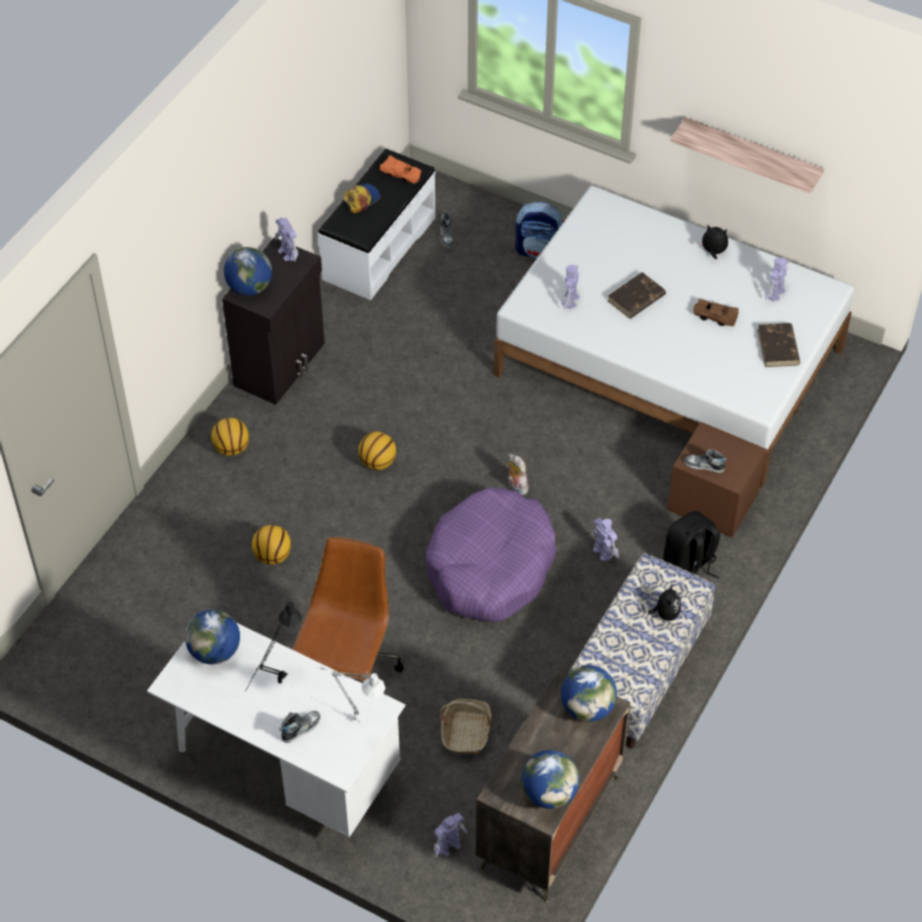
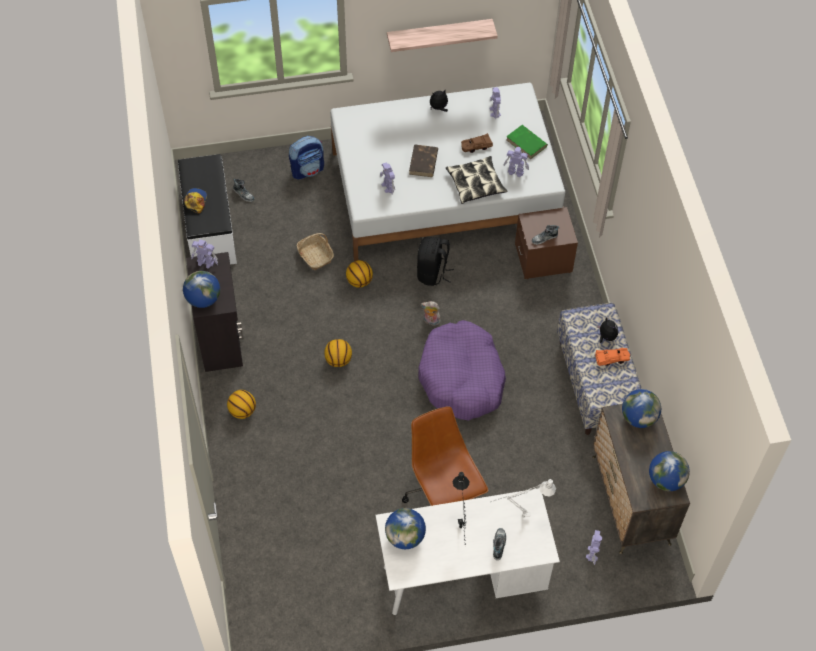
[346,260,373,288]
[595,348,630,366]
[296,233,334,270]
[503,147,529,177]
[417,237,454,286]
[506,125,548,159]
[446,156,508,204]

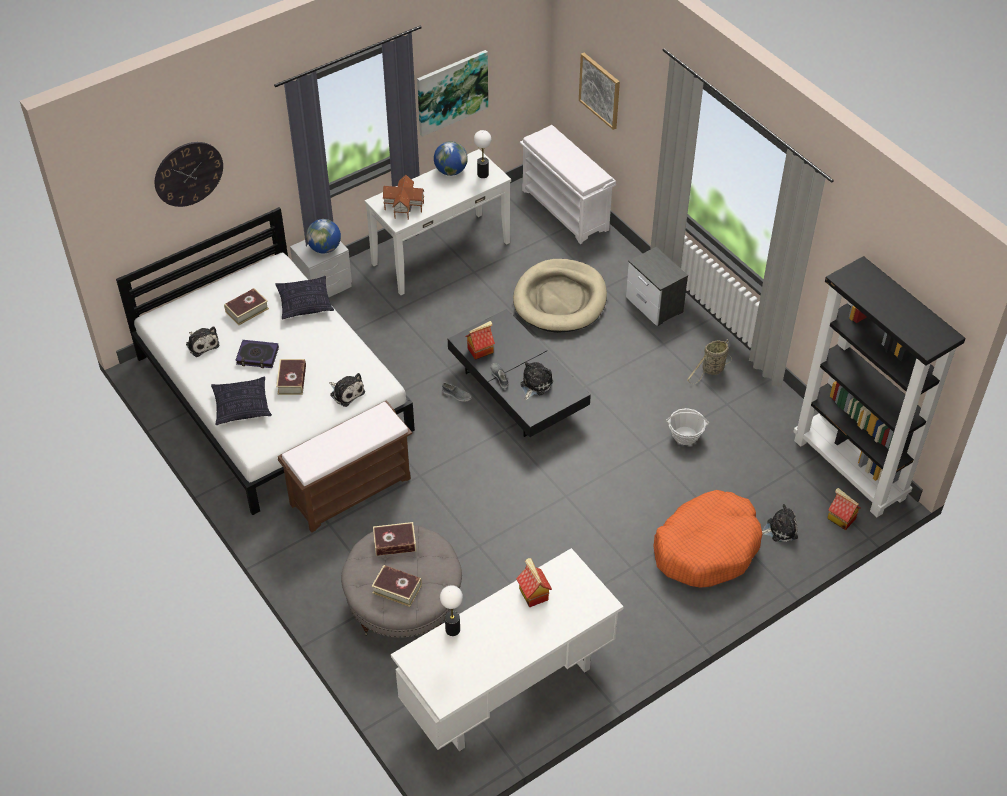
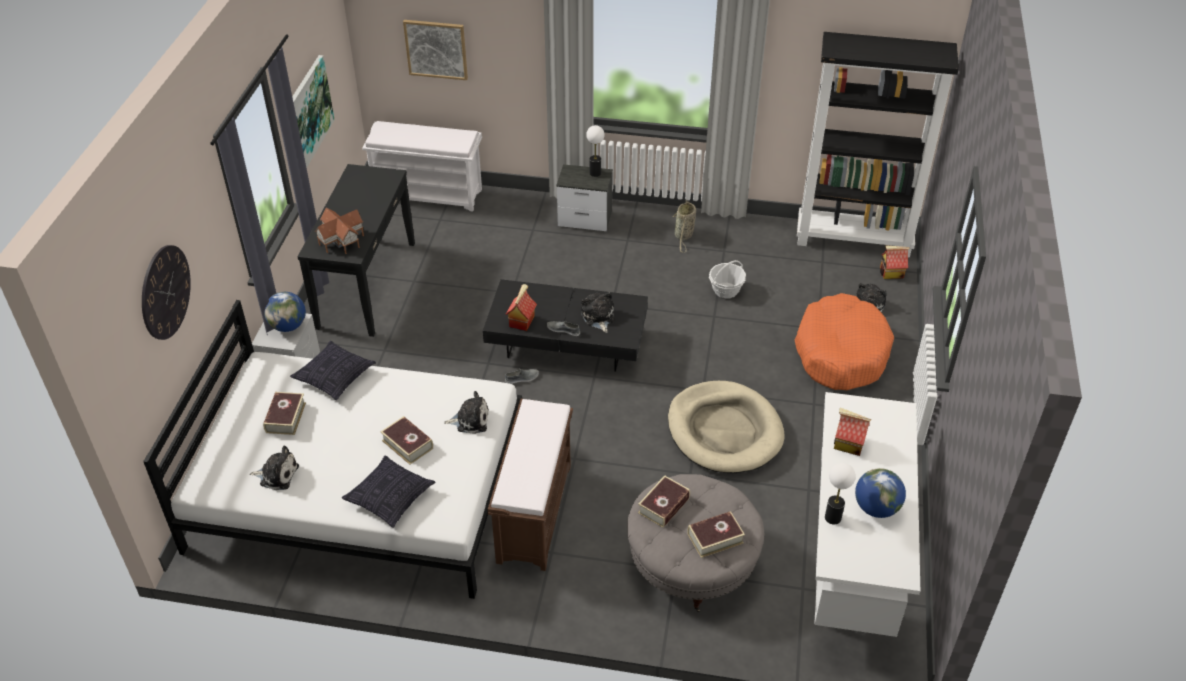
[235,340,279,368] (first image)
[298,164,415,337]
[855,468,906,518]
[586,125,605,177]
[668,381,785,473]

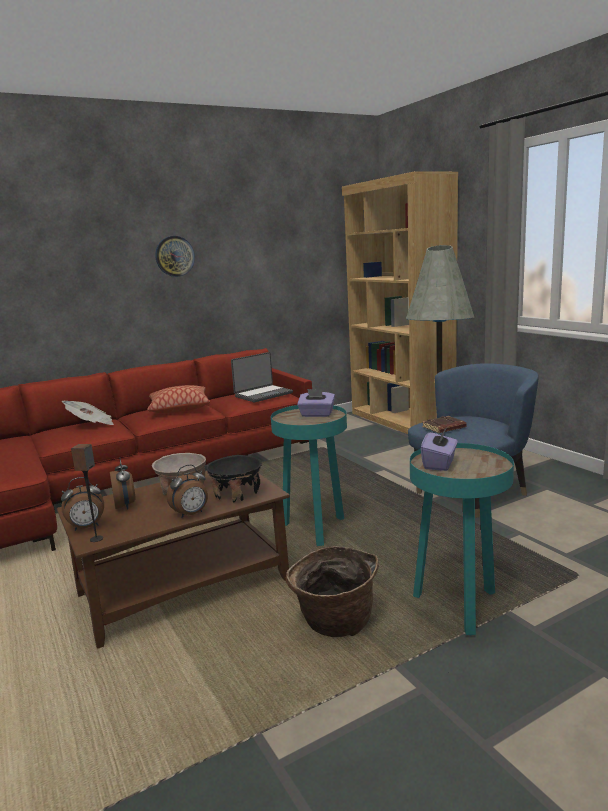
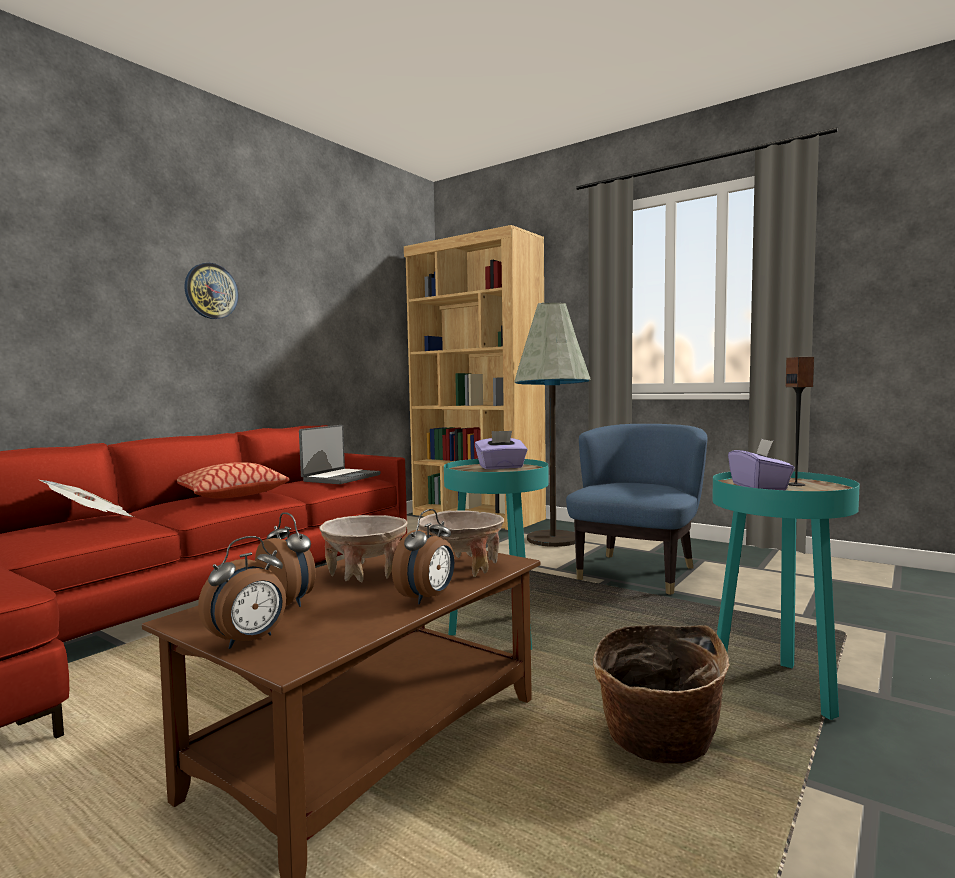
[786,357,815,486]
[417,510,504,577]
[422,416,467,433] (first image)

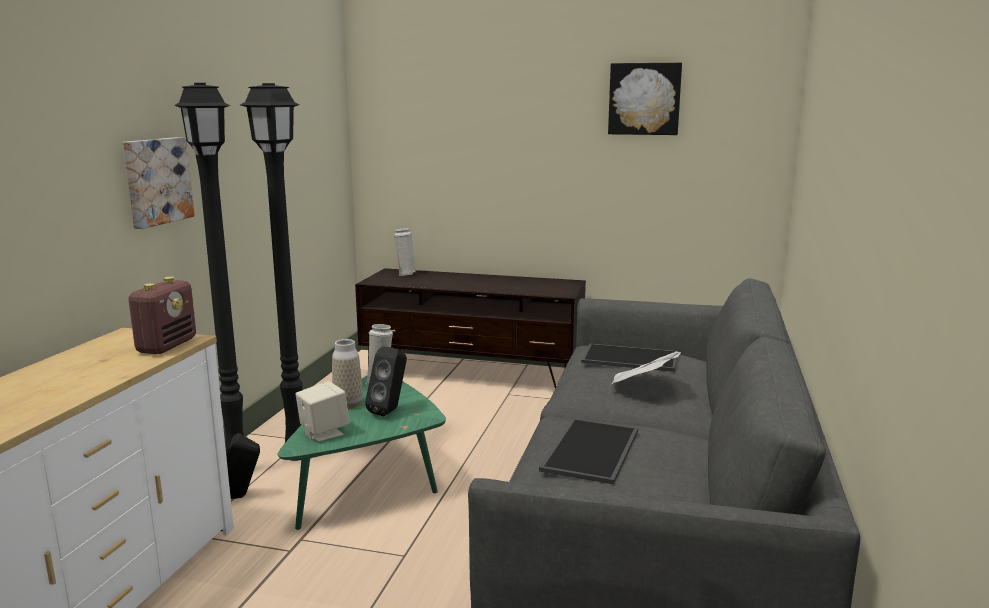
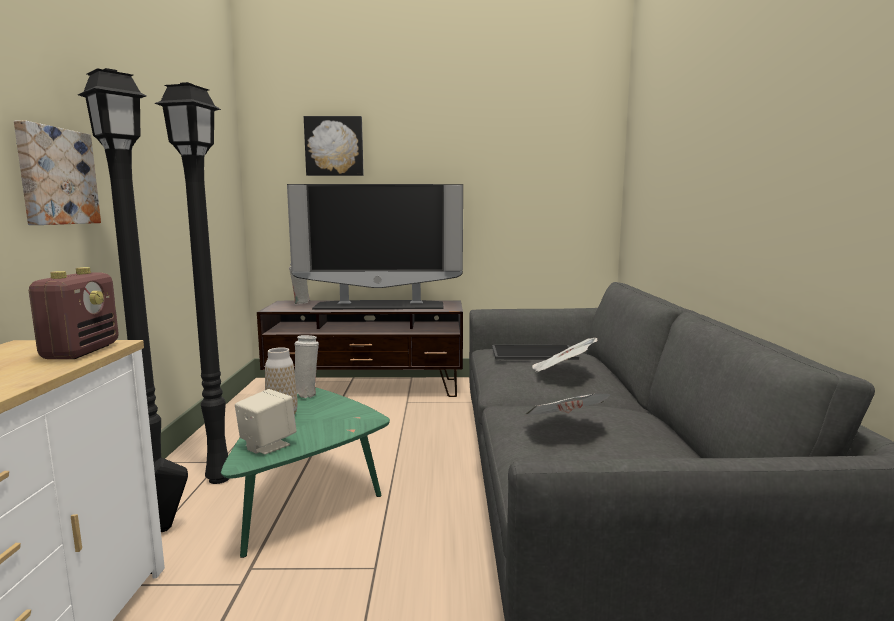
[365,347,407,417] (first image)
[525,393,610,415]
[304,116,364,176]
[287,184,463,310]

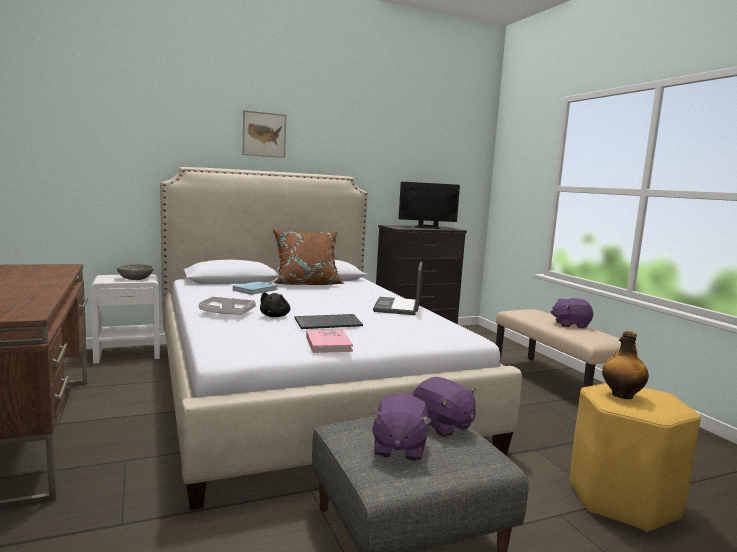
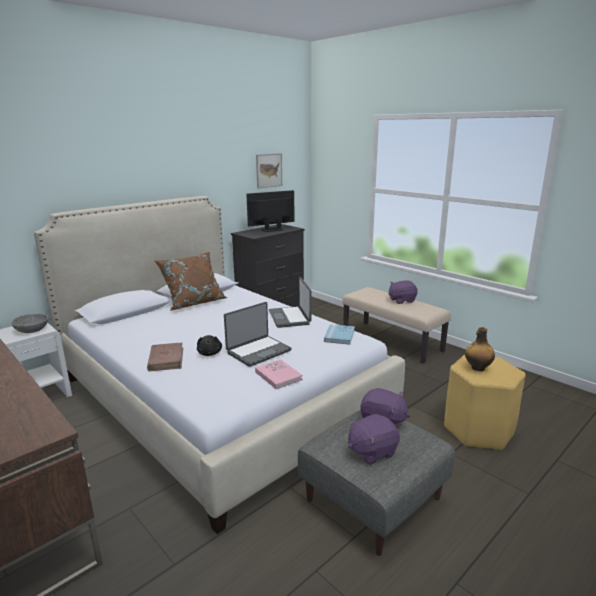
[147,343,183,371]
[324,324,355,345]
[256,153,282,189]
[224,302,292,367]
[348,414,400,465]

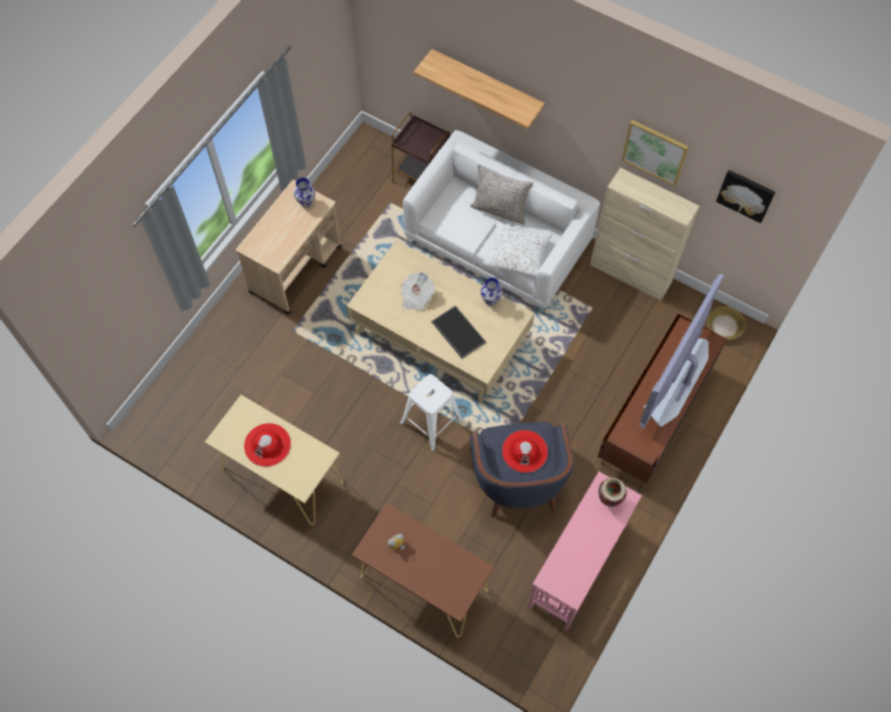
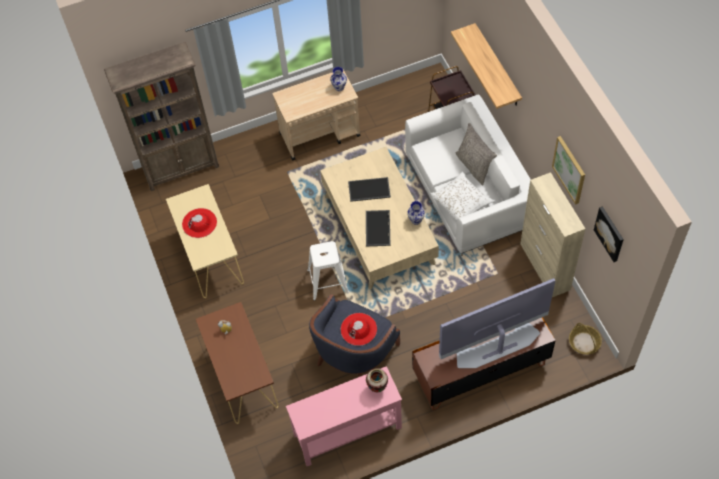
[348,177,391,202]
[104,42,219,191]

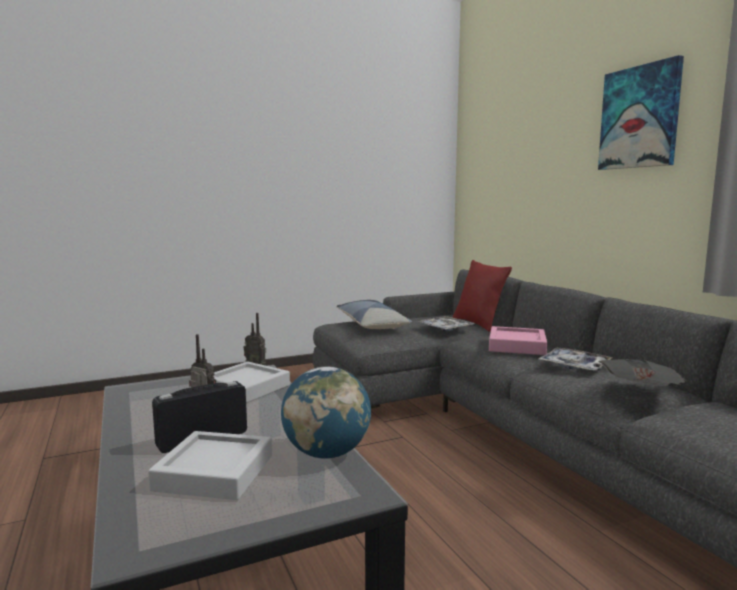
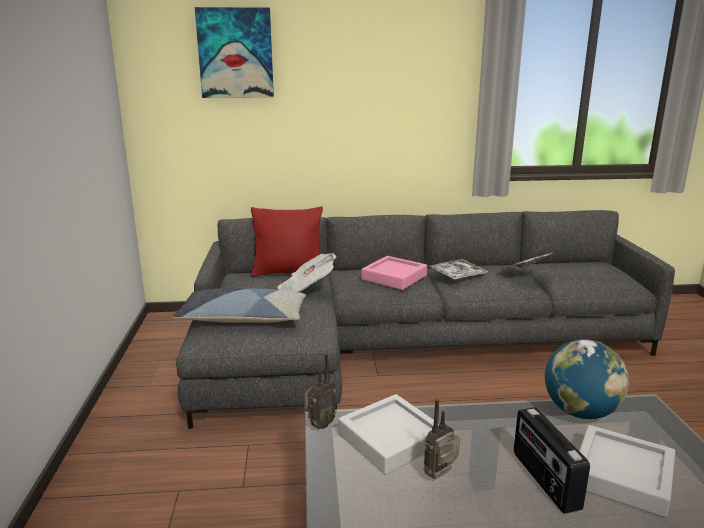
[277,253,337,292]
[195,7,274,98]

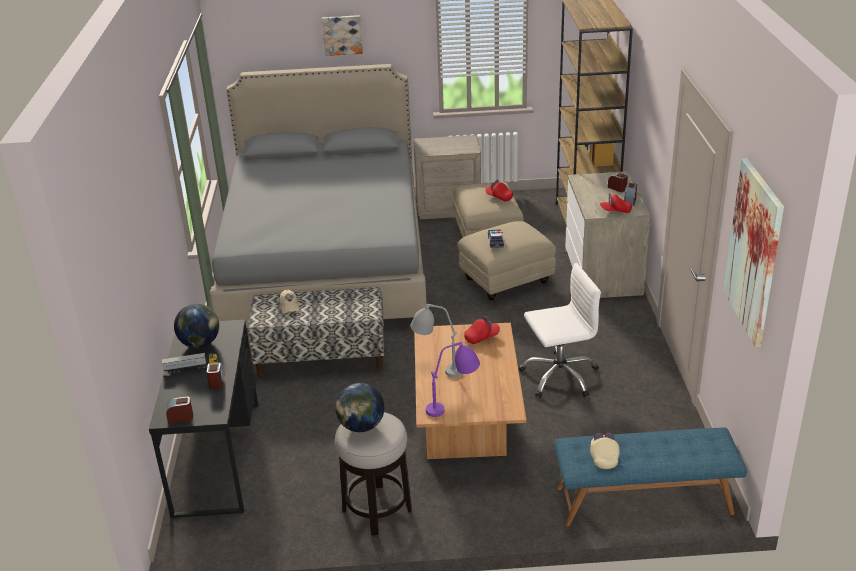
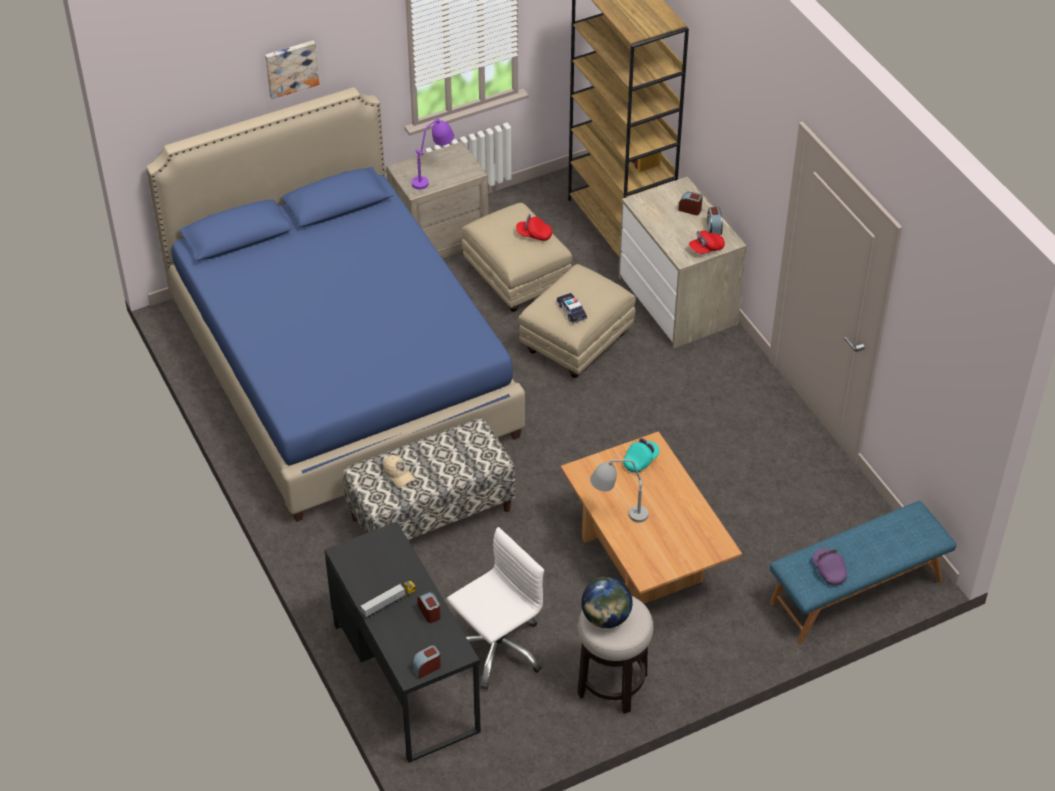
[174,304,219,348] (first image)
[146,87,525,522]
[412,118,454,190]
[623,438,659,473]
[447,527,544,690]
[813,548,847,586]
[723,158,784,347] (first image)

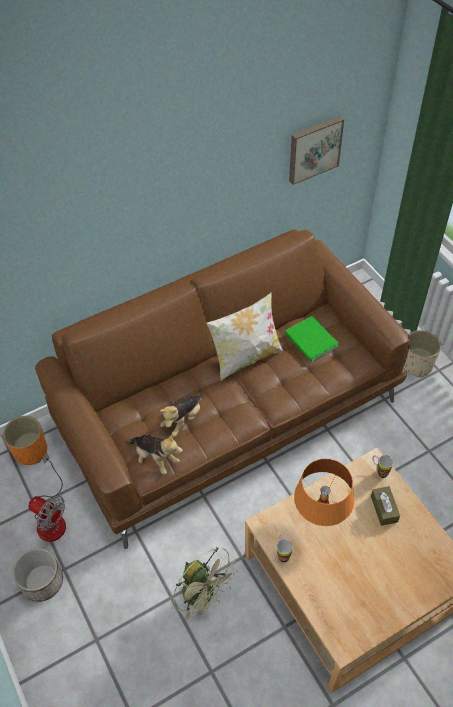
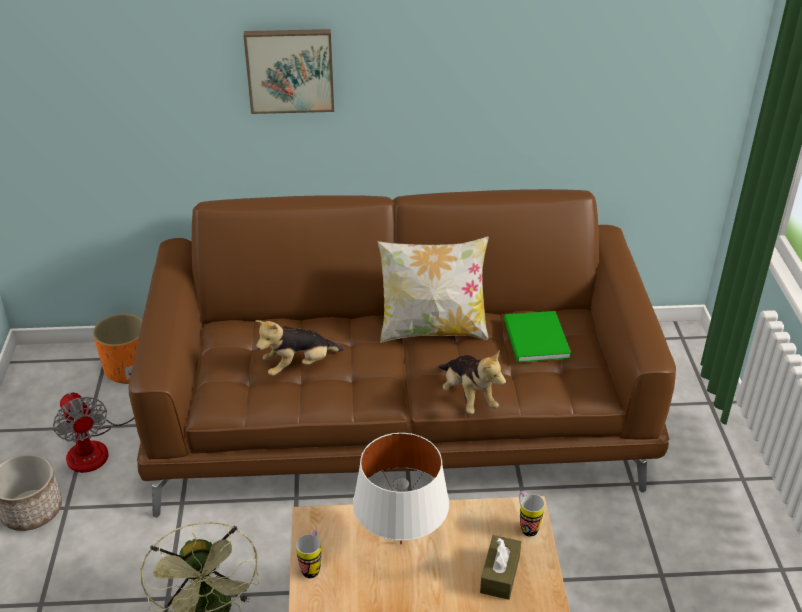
[438,351,506,414]
[243,29,334,114]
[353,433,449,544]
[404,330,441,378] (first image)

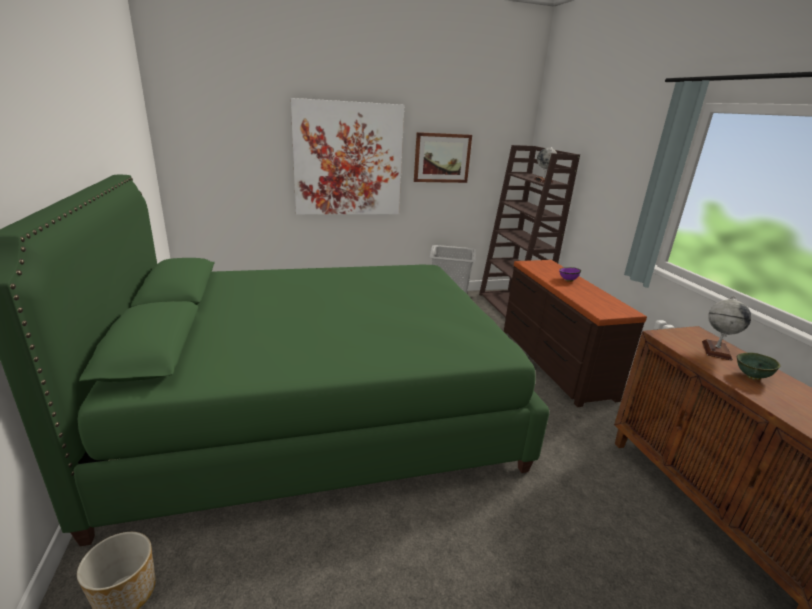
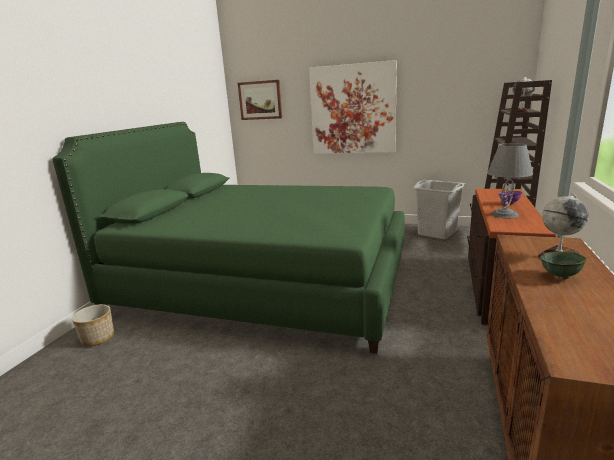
[238,80,282,120]
[487,143,533,218]

